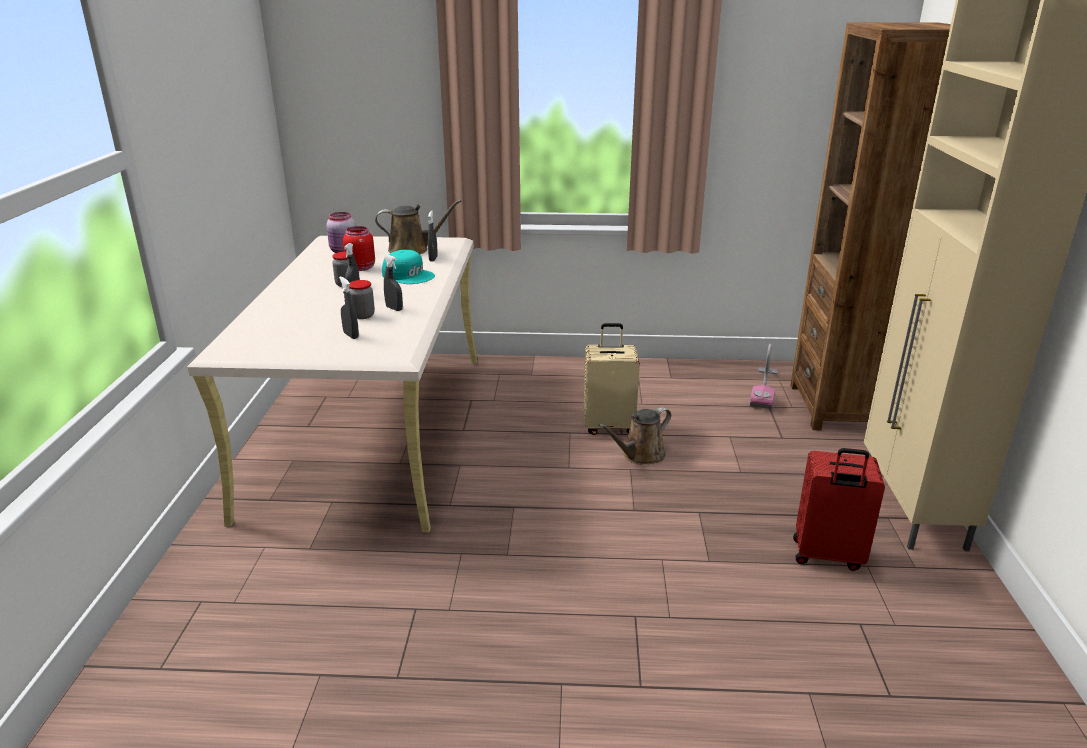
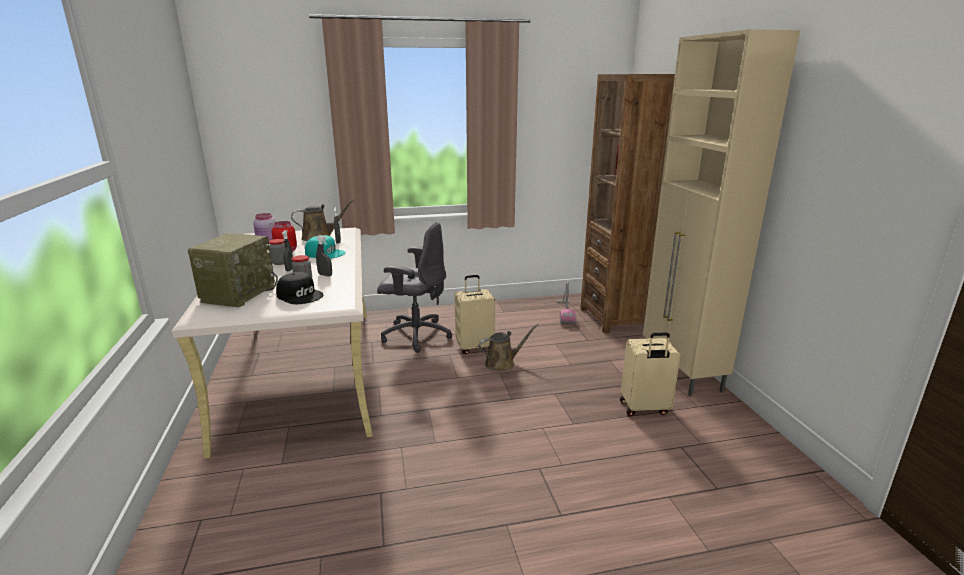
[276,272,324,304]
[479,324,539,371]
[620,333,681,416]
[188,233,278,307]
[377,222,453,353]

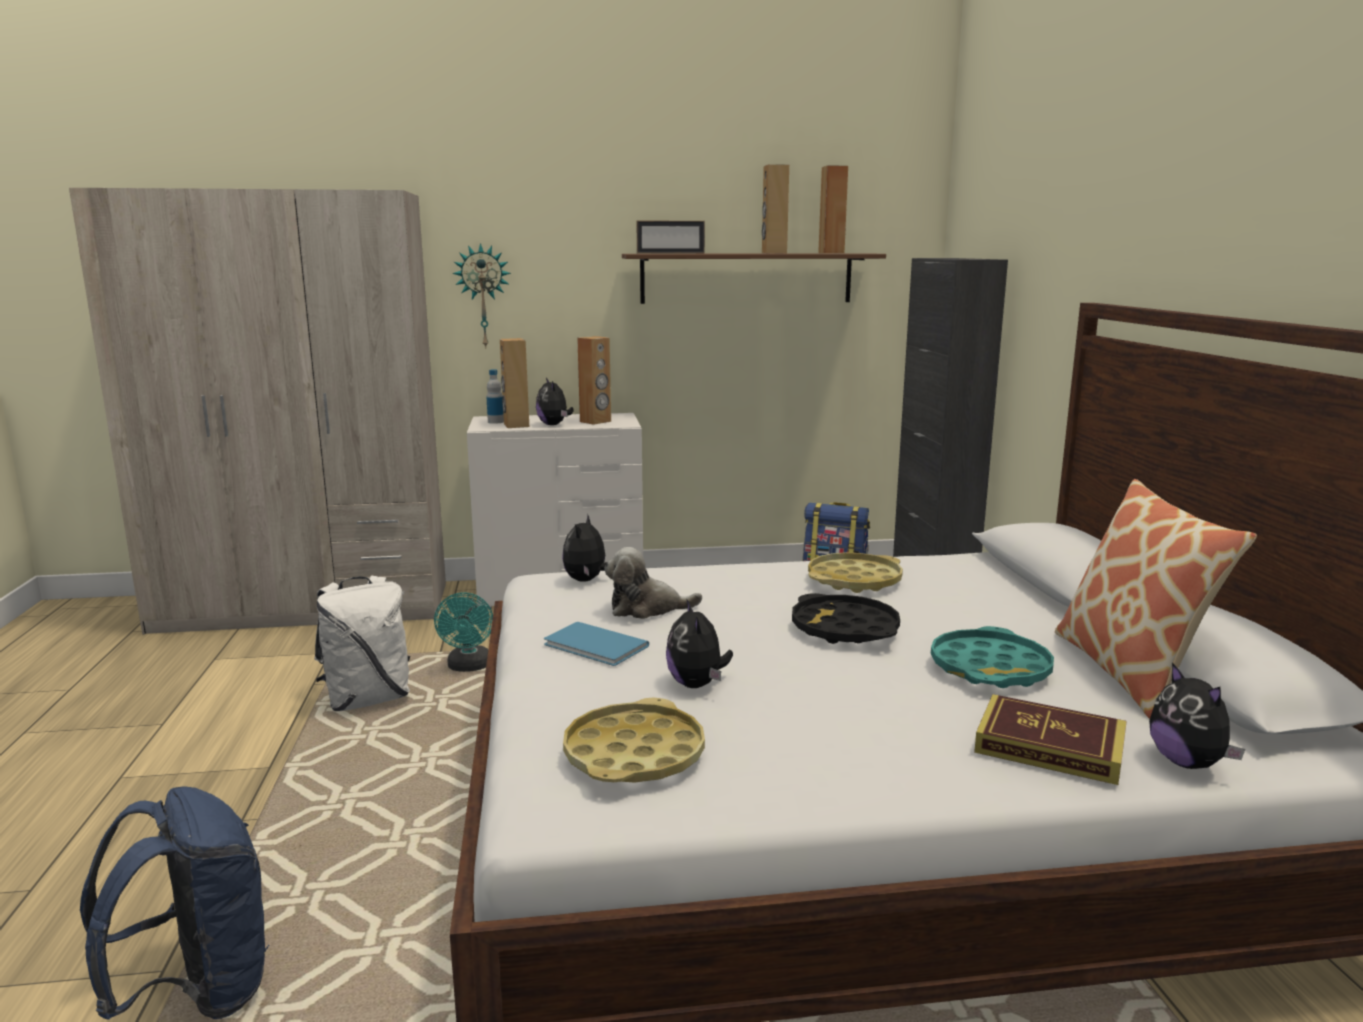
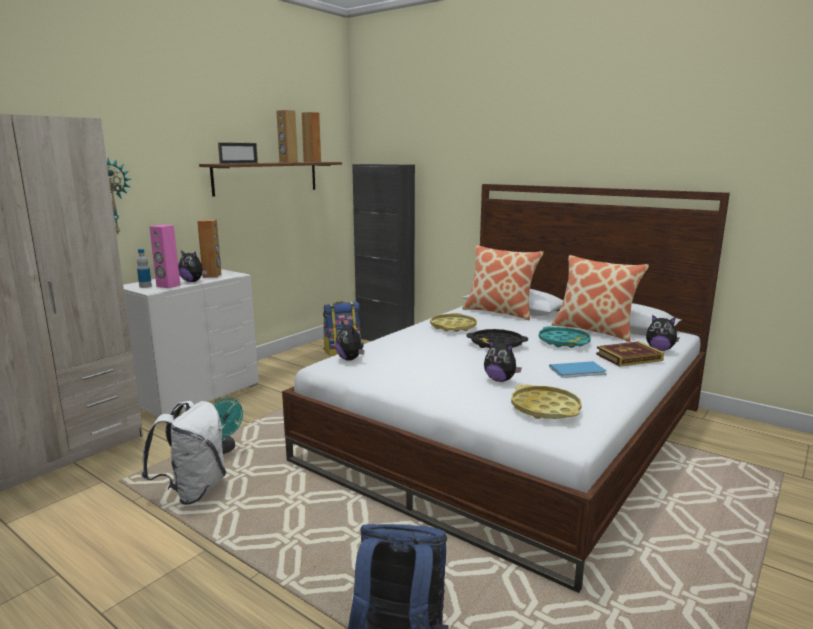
[149,225,181,288]
[549,361,607,378]
[604,547,702,619] (first image)
[462,245,544,320]

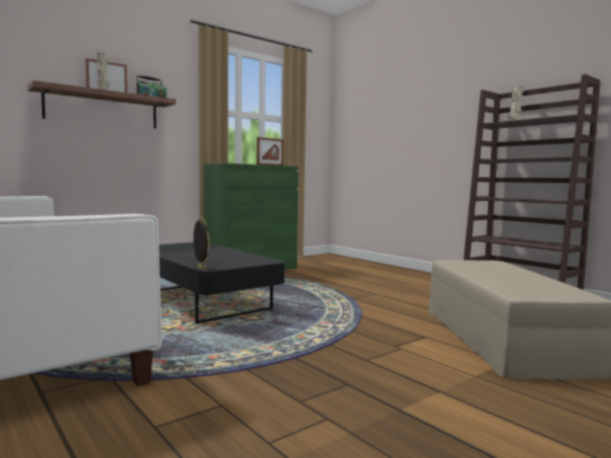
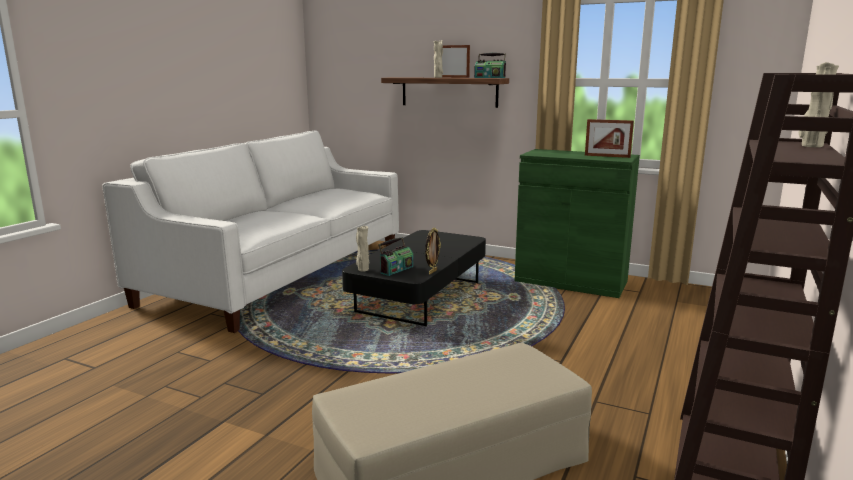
[425,227,441,274]
[356,226,369,271]
[378,237,413,276]

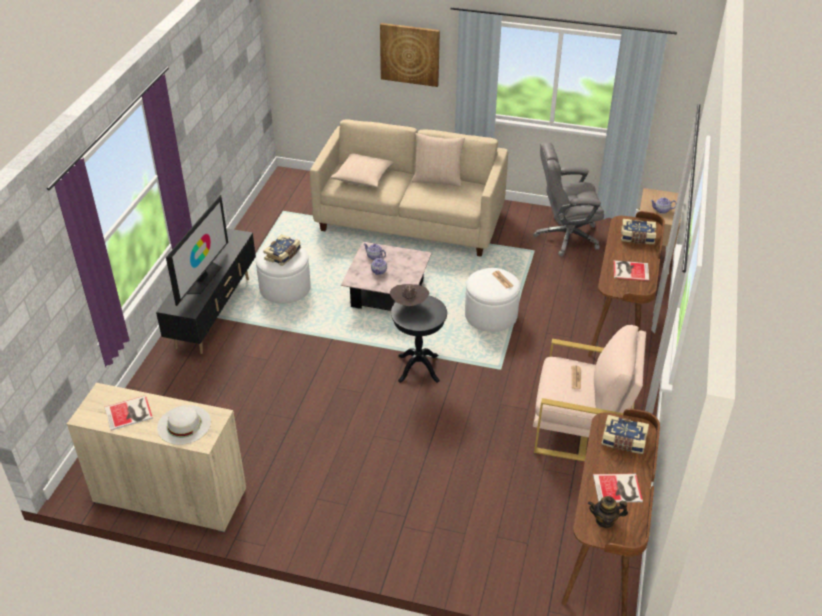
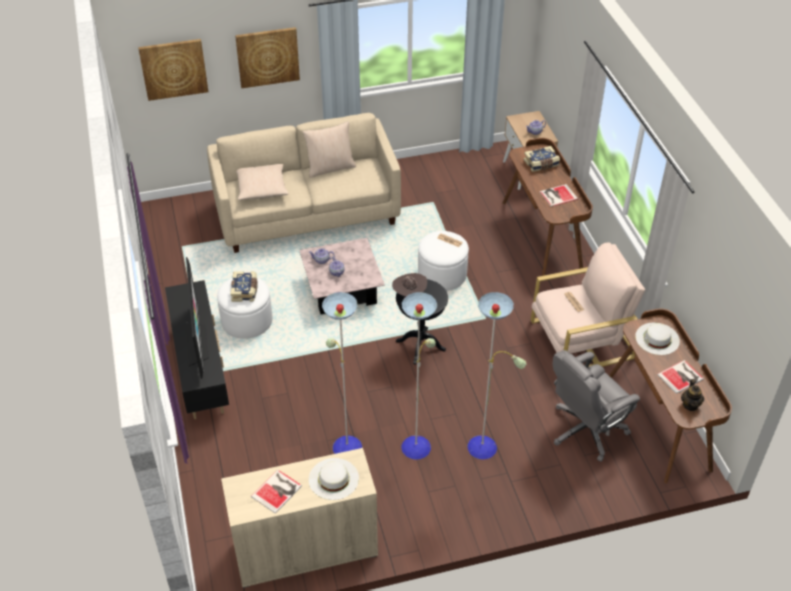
[553,350,640,462]
[681,379,704,411]
[635,323,680,355]
[138,39,208,101]
[322,292,526,459]

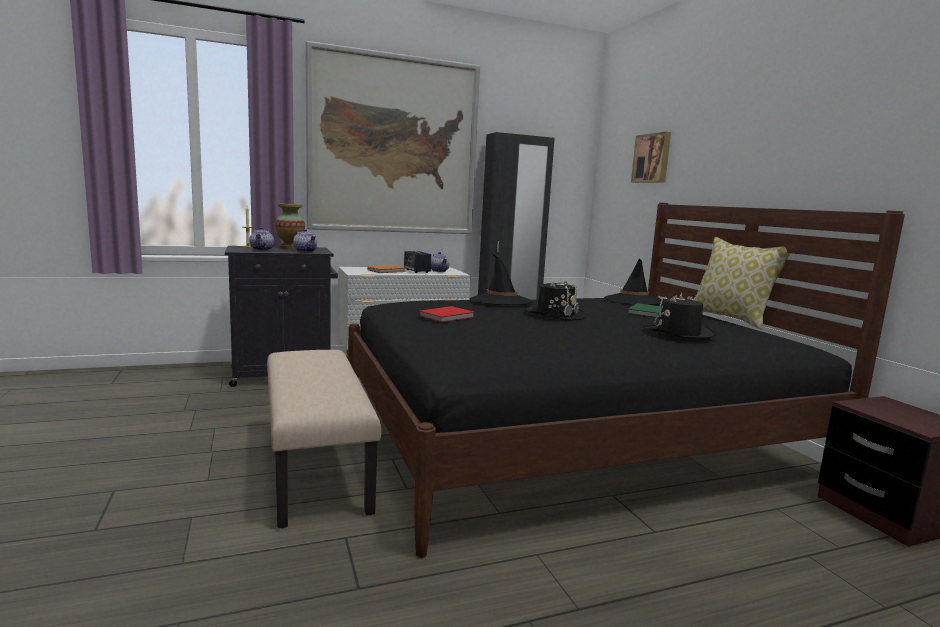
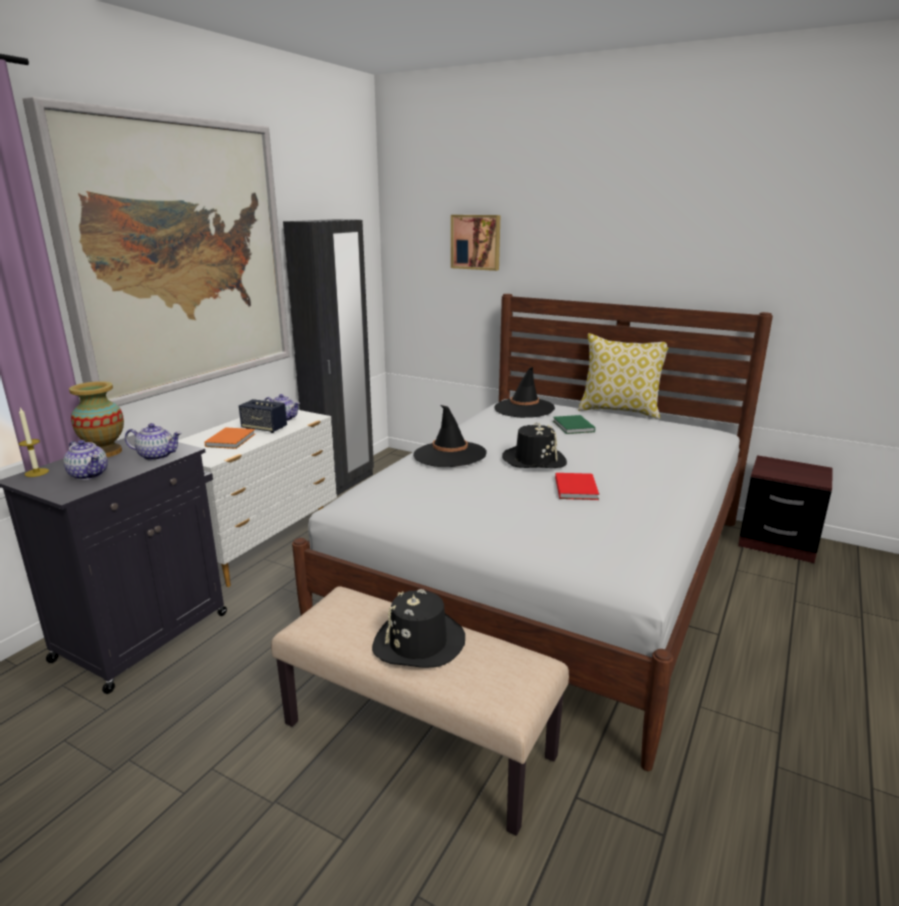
[292,294,773,771]
[555,473,599,500]
[372,589,465,668]

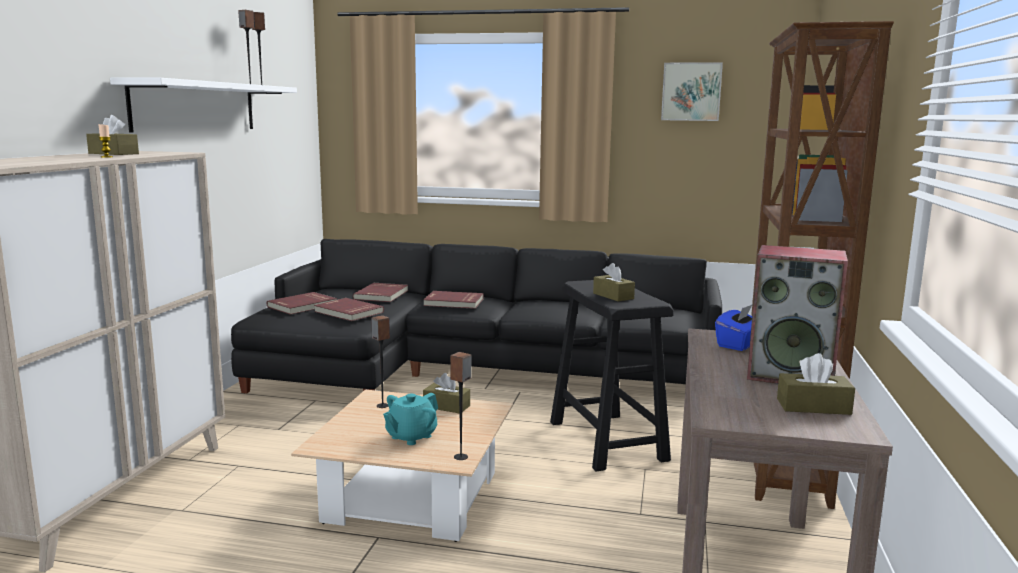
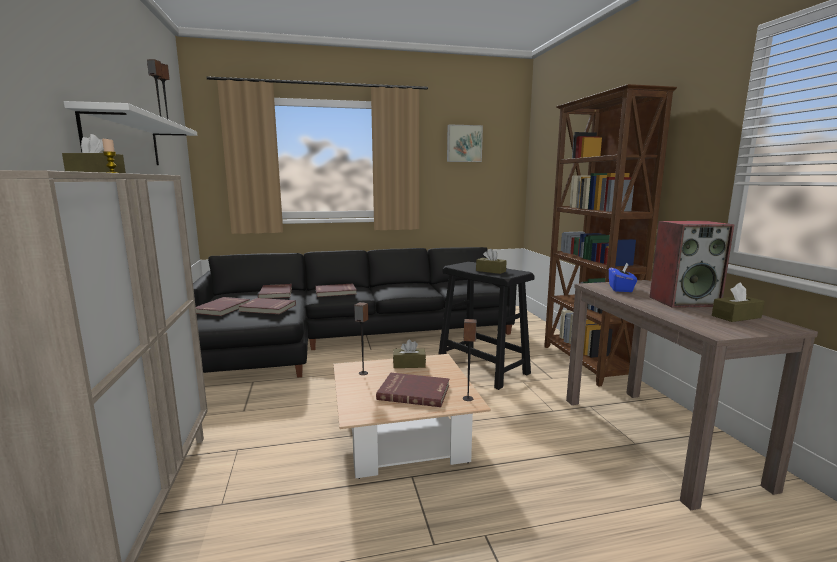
[376,373,449,407]

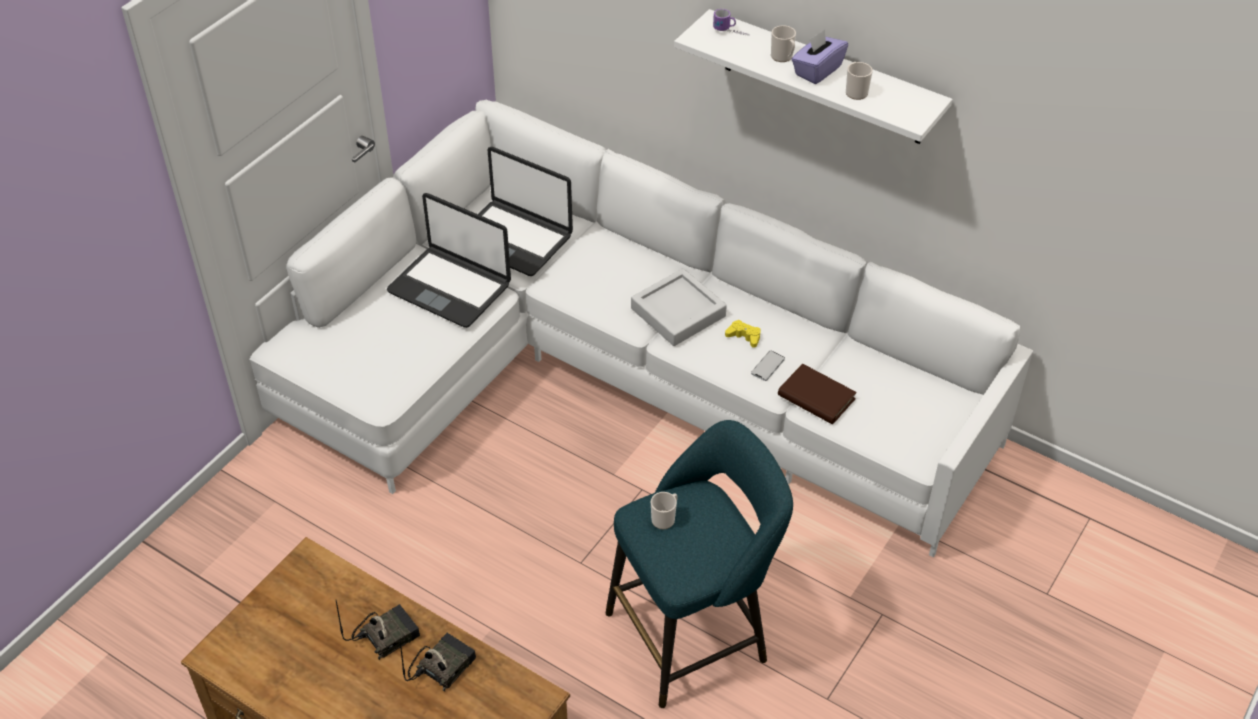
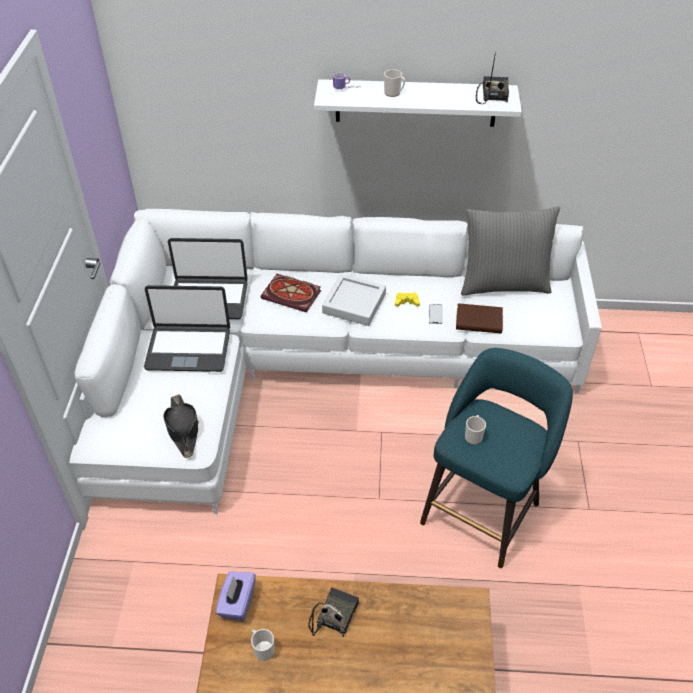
[476,51,509,104]
[216,572,256,622]
[251,629,274,661]
[163,395,199,458]
[261,274,321,312]
[461,206,560,295]

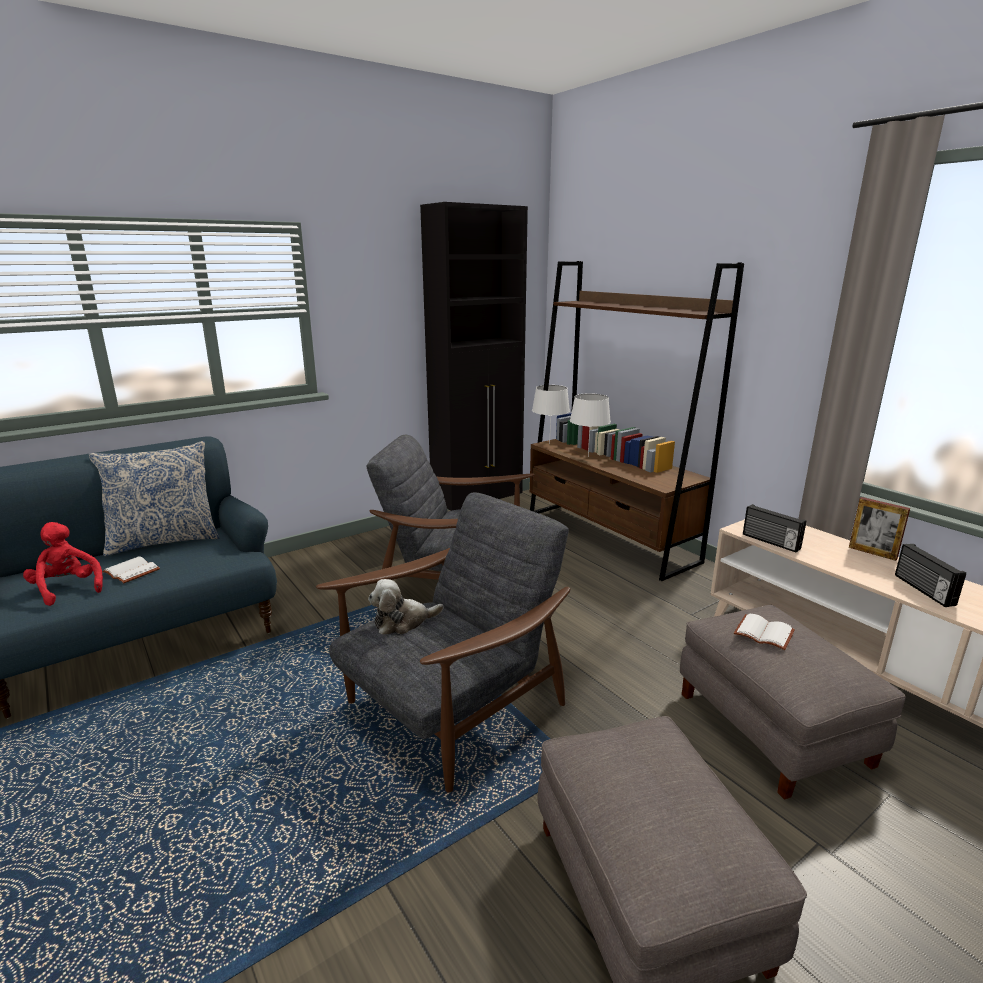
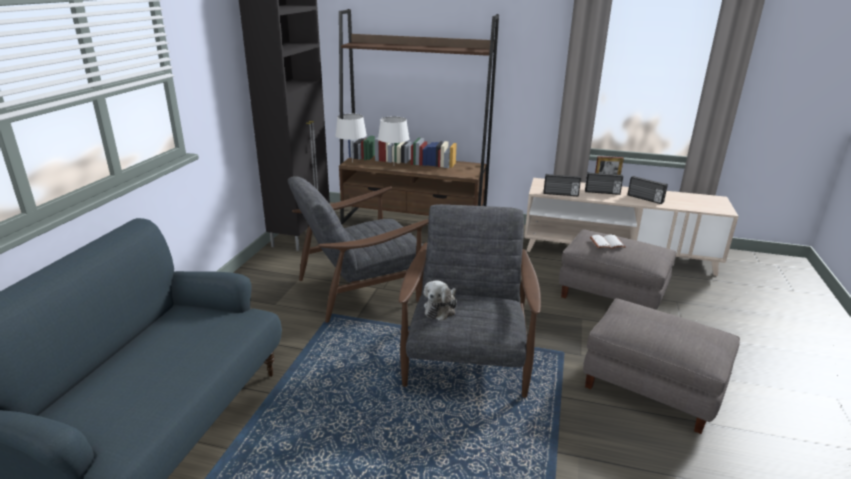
[23,522,103,606] (first image)
[89,441,220,556] (first image)
[102,556,160,583] (first image)
[585,172,623,195]

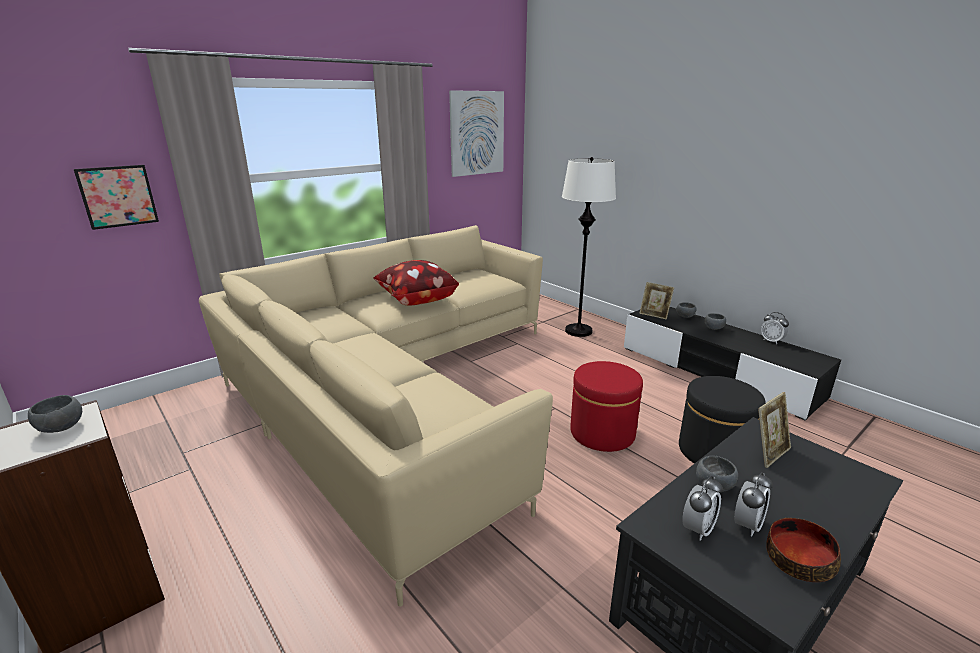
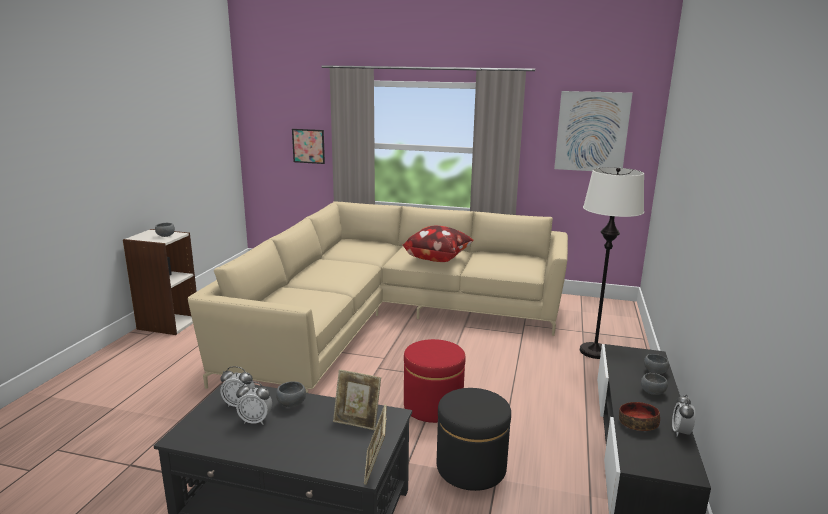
[364,405,387,485]
[619,402,660,431]

